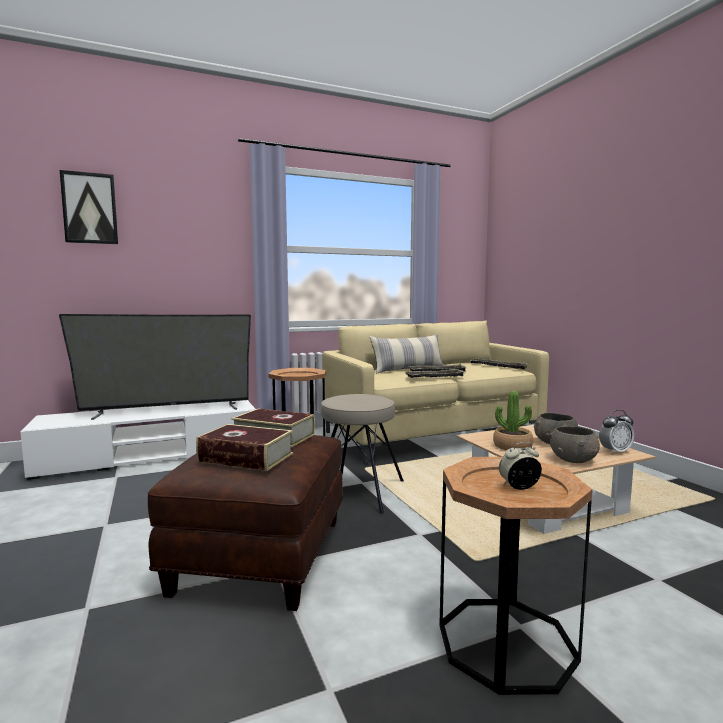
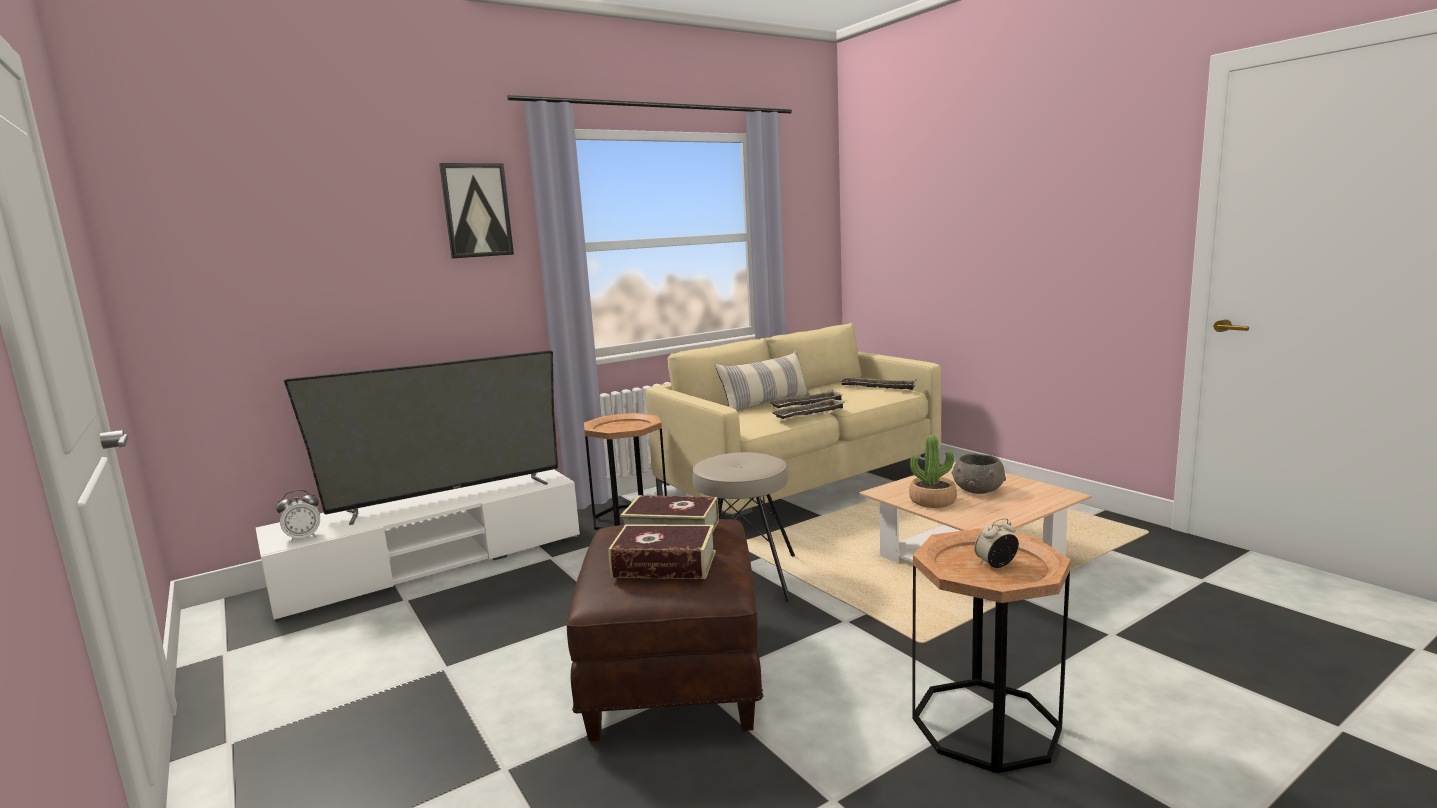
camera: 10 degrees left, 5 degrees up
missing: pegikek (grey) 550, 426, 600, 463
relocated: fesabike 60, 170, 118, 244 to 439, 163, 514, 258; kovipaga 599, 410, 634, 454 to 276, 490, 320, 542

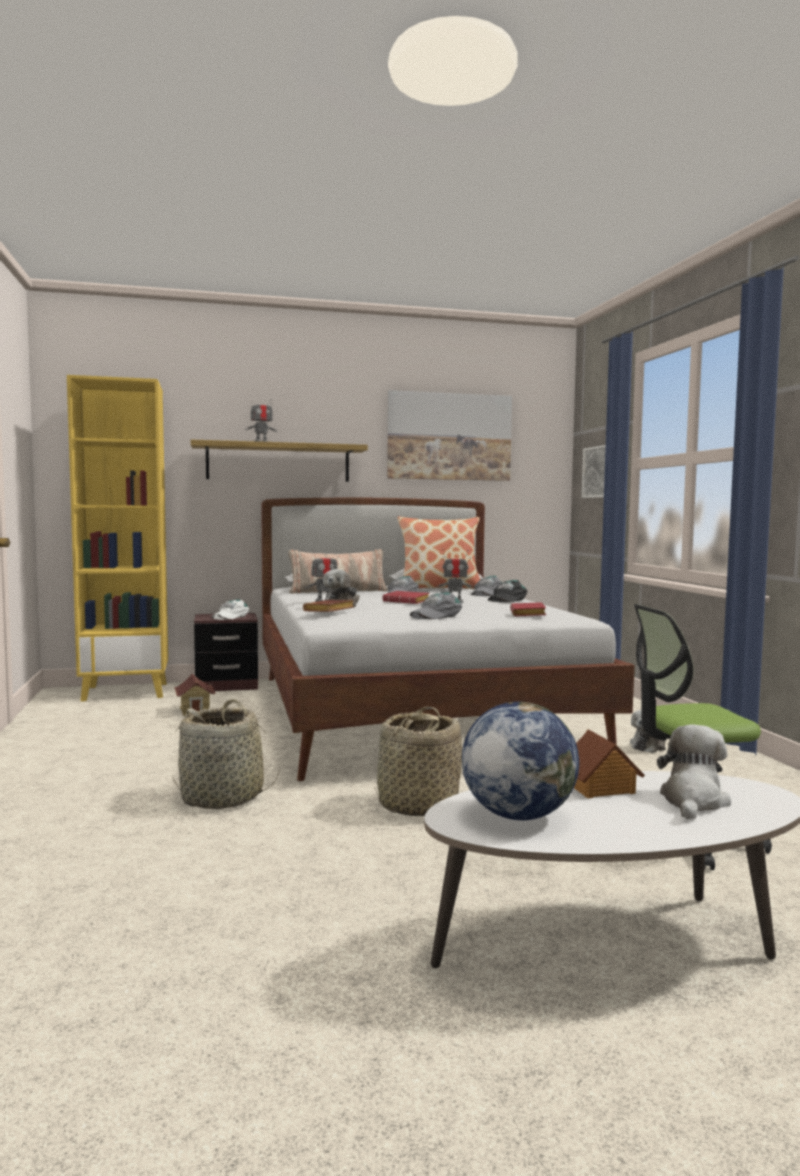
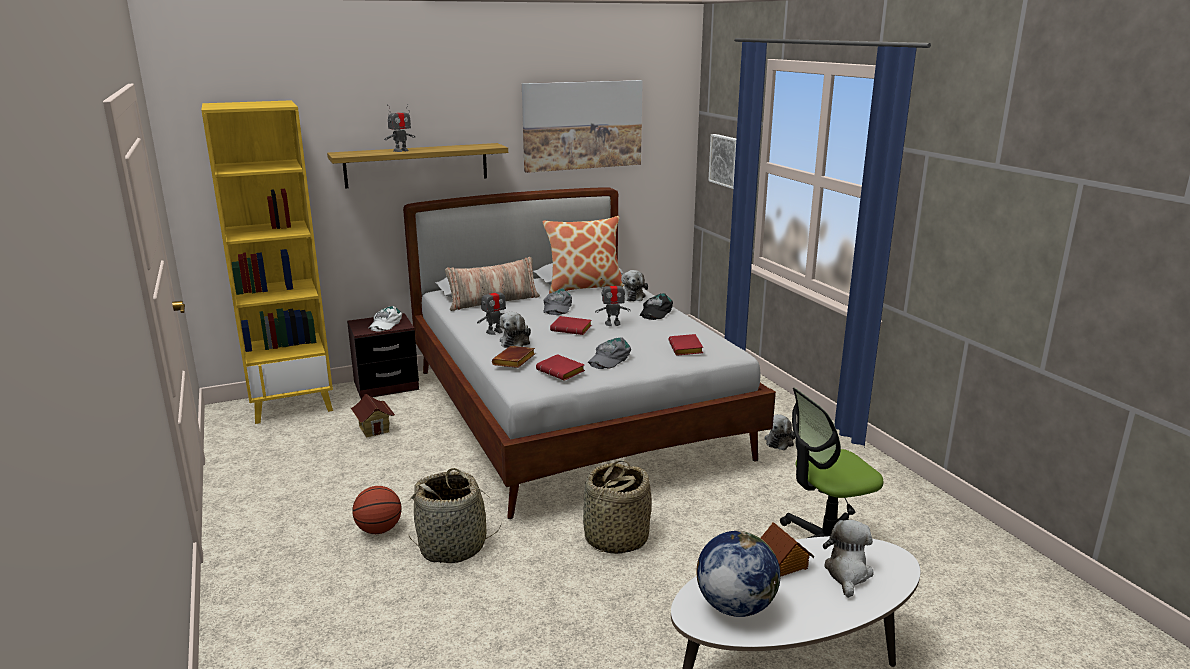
camera: 10 degrees left, 15 degrees up
appeared: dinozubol 352, 486, 401, 534; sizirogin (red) 536, 354, 585, 381
exchanged: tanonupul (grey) 471, 576, 502, 596 to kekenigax 621, 270, 648, 301

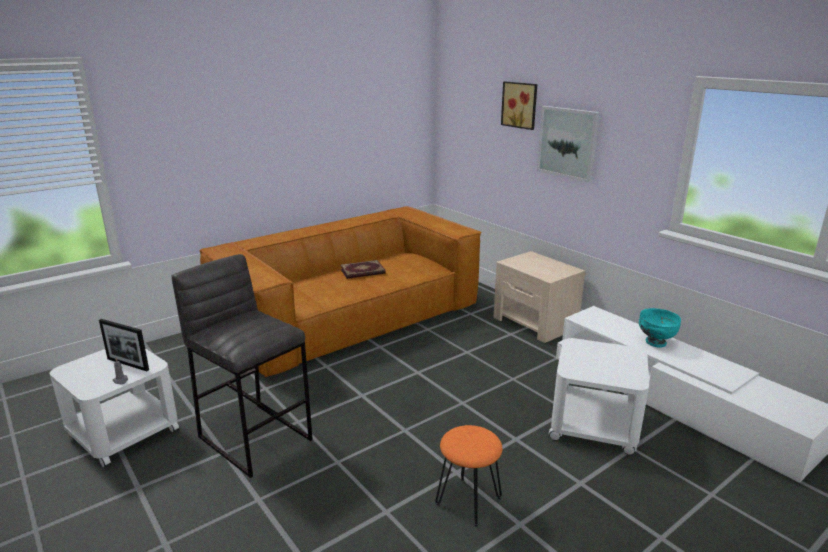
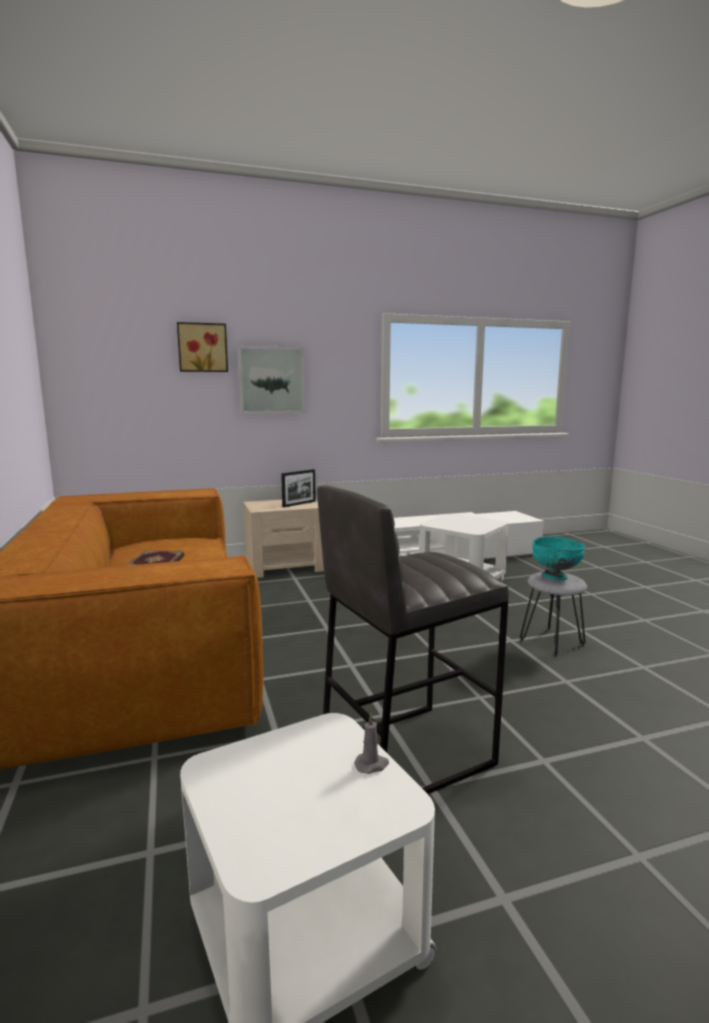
camera: 70 degrees left, 10 degrees down
relocated: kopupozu 99, 319, 149, 371 to 281, 469, 316, 507; pegikek (turquoise) 639, 308, 681, 347 to 533, 536, 585, 581
colour: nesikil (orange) 435, 425, 502, 527 to nesikil (grey) 520, 572, 587, 657

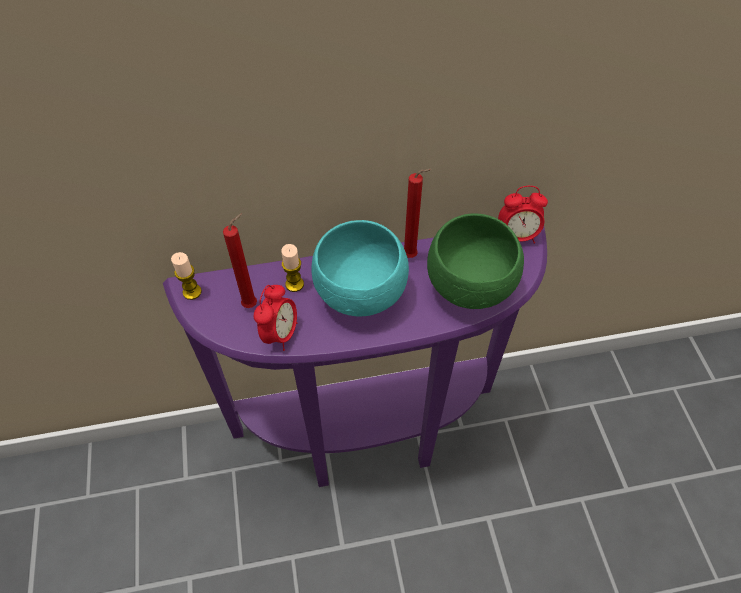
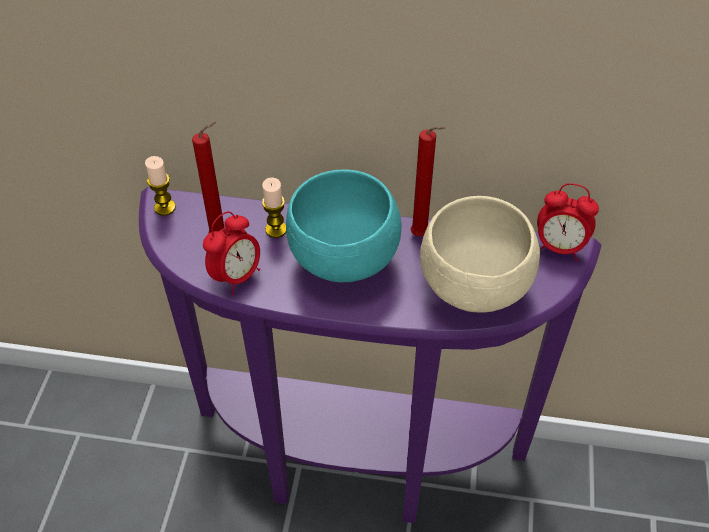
camera: 20 degrees right, 5 degrees down
colour: pegikek (green) 427, 213, 524, 309 to pegikek (beige) 420, 196, 540, 312

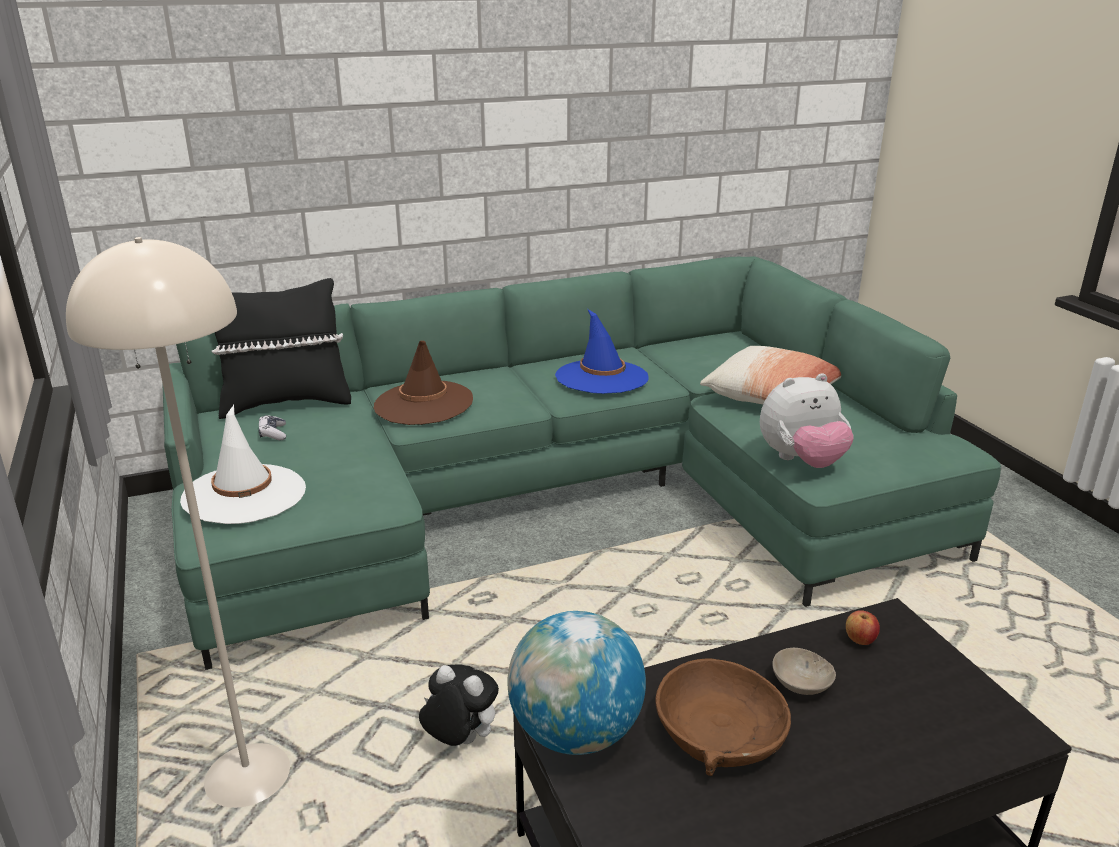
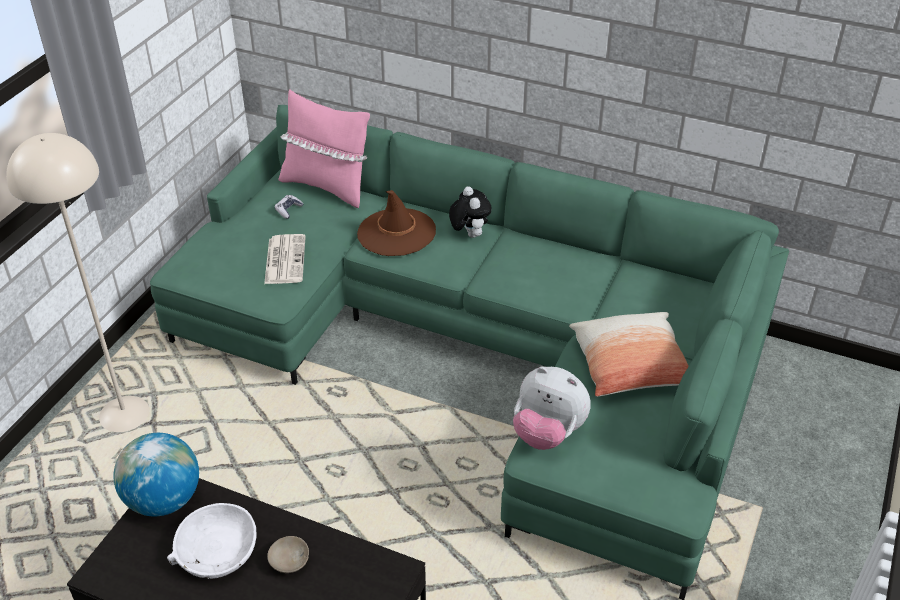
camera: 45 degrees right, 15 degrees up
missing: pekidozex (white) 180, 405, 306, 524; pekidozex (blue) 555, 309, 649, 394; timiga 846, 610, 880, 645
appeared: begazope 264, 234, 306, 284
relocated: kekenigax 419, 665, 499, 746 to 449, 186, 492, 238
colour: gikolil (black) 211, 278, 351, 419 to gikolil (pink) 279, 89, 370, 208; pegikek (brown) 655, 659, 791, 776 to pegikek (white) 167, 503, 257, 579

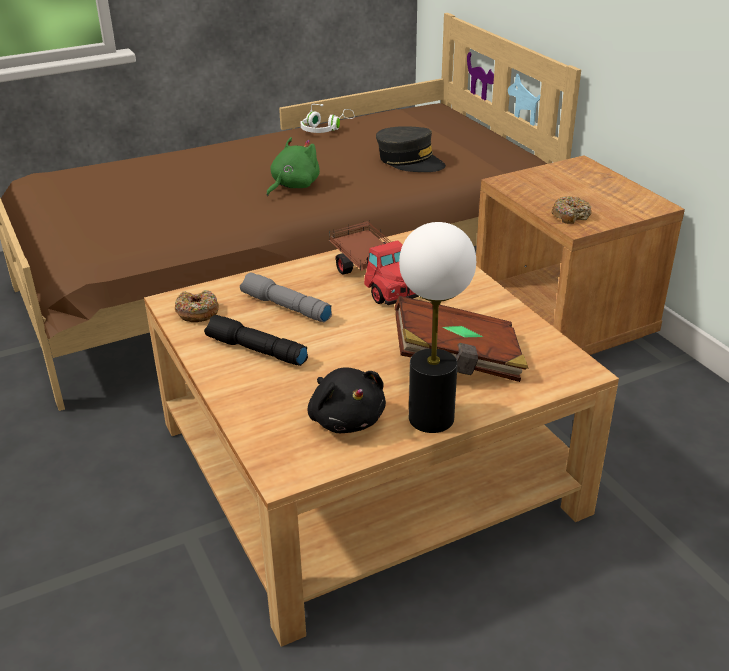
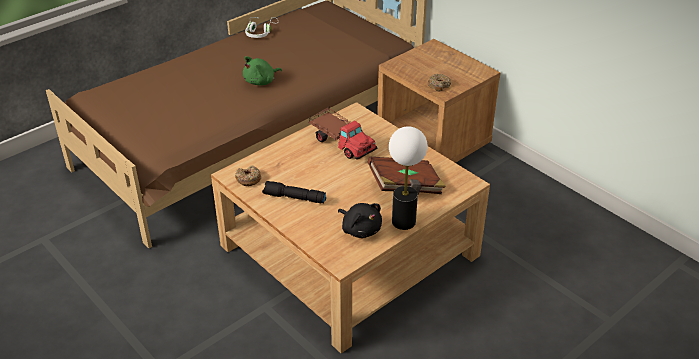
camera: 15 degrees left, 5 degrees up
missing: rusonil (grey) 240, 273, 332, 322; tanonupul (grey) 376, 126, 446, 172
spun: kekenigax (green) 266, 137, 320, 196 = 243, 56, 282, 85 150 degrees counterclockwise

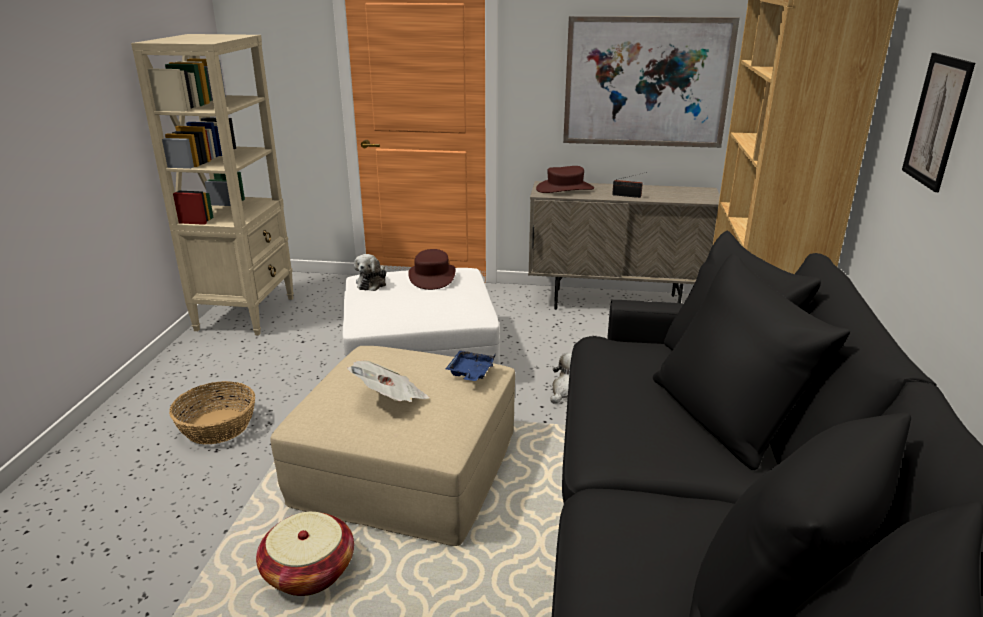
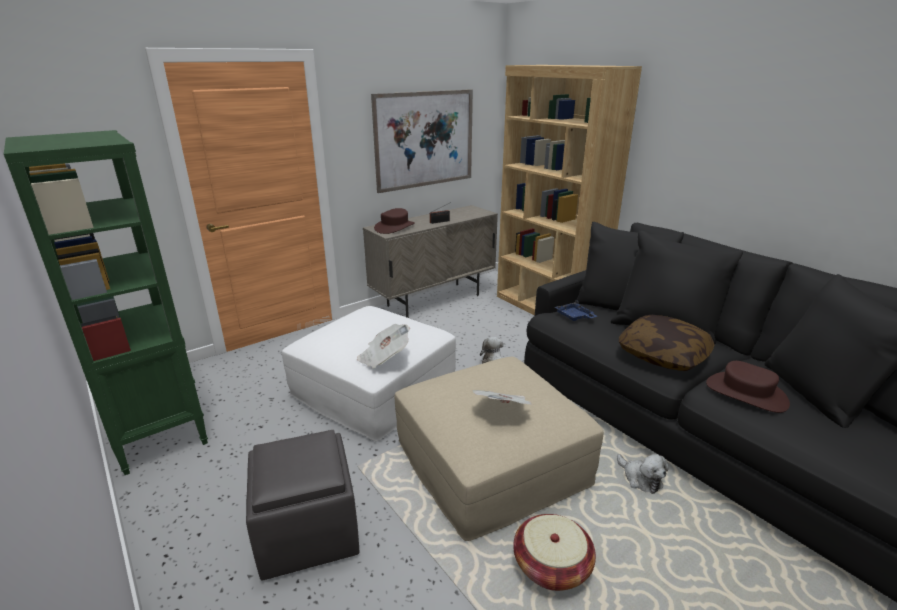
camera: 45 degrees left, 0 degrees up
missing: fesabike 902, 53, 975, 192
appeared: begazope 357, 324, 410, 369; gikolil 619, 315, 714, 371
relocated: kekenigax 354, 254, 386, 291 to 617, 454, 669, 494; pekidozex (brown) 408, 249, 455, 290 to 706, 361, 790, 413; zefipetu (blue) 446, 350, 496, 381 to 555, 300, 597, 321
exchanged: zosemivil 169, 381, 255, 444 to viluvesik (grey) 246, 430, 360, 581
colour: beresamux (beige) 131, 34, 294, 336 to beresamux (green) 4, 130, 208, 475

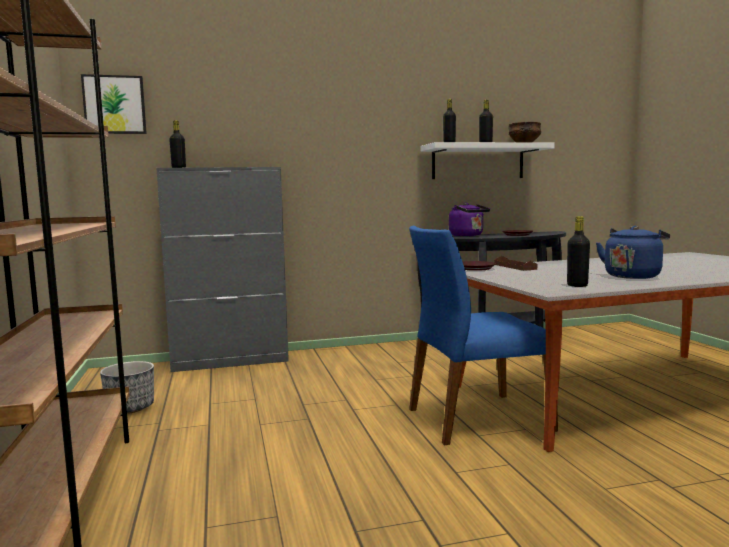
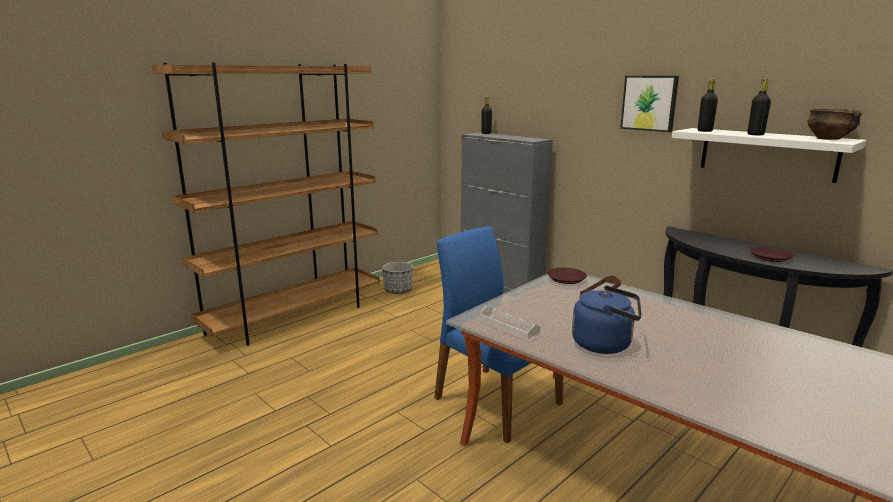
camera: 60 degrees right, 10 degrees up
missing: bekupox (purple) 449, 203, 490, 237
relocated: fesabike 81, 74, 147, 134 to 620, 76, 679, 132
exchanged: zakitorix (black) 567, 216, 590, 287 to zefipetu (white) 480, 306, 541, 338

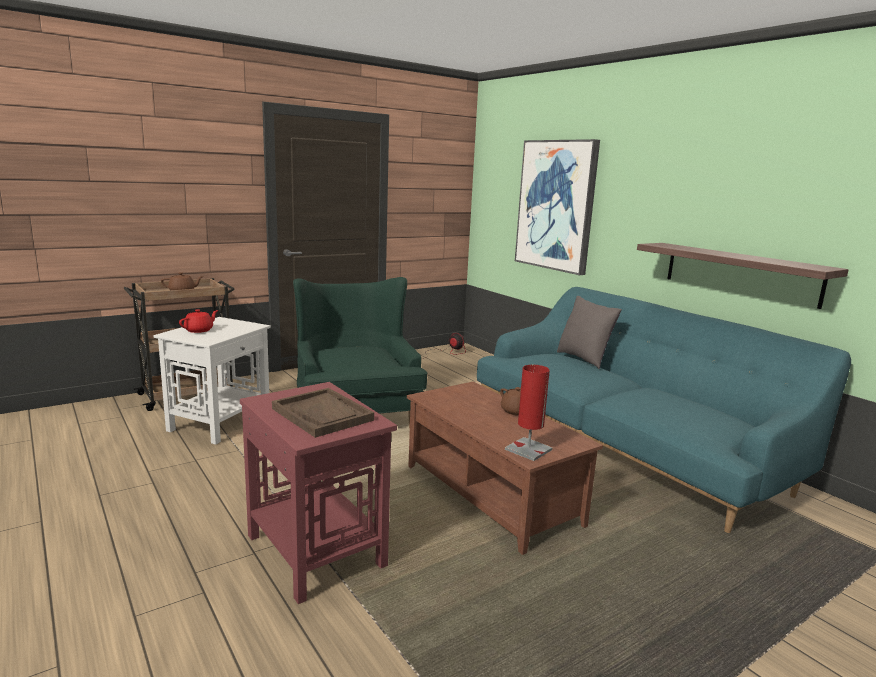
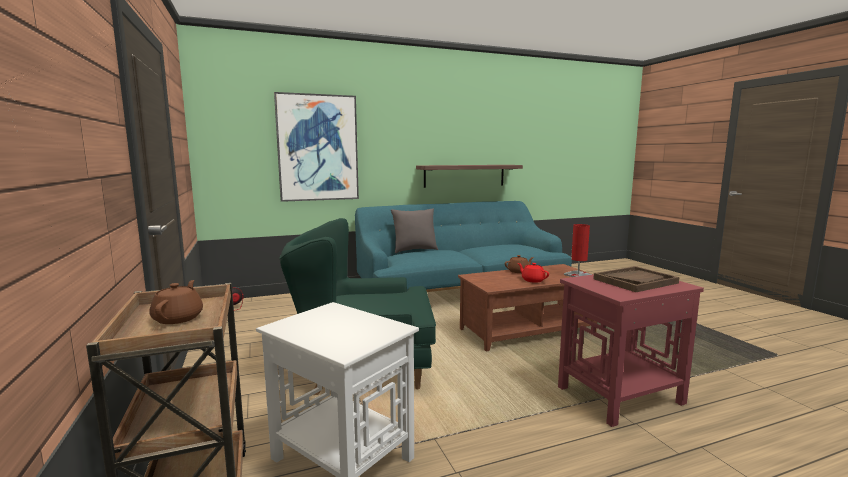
camera: 75 degrees left, 5 degrees down
relocated: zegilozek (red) 179, 309, 218, 333 to 518, 263, 549, 283

